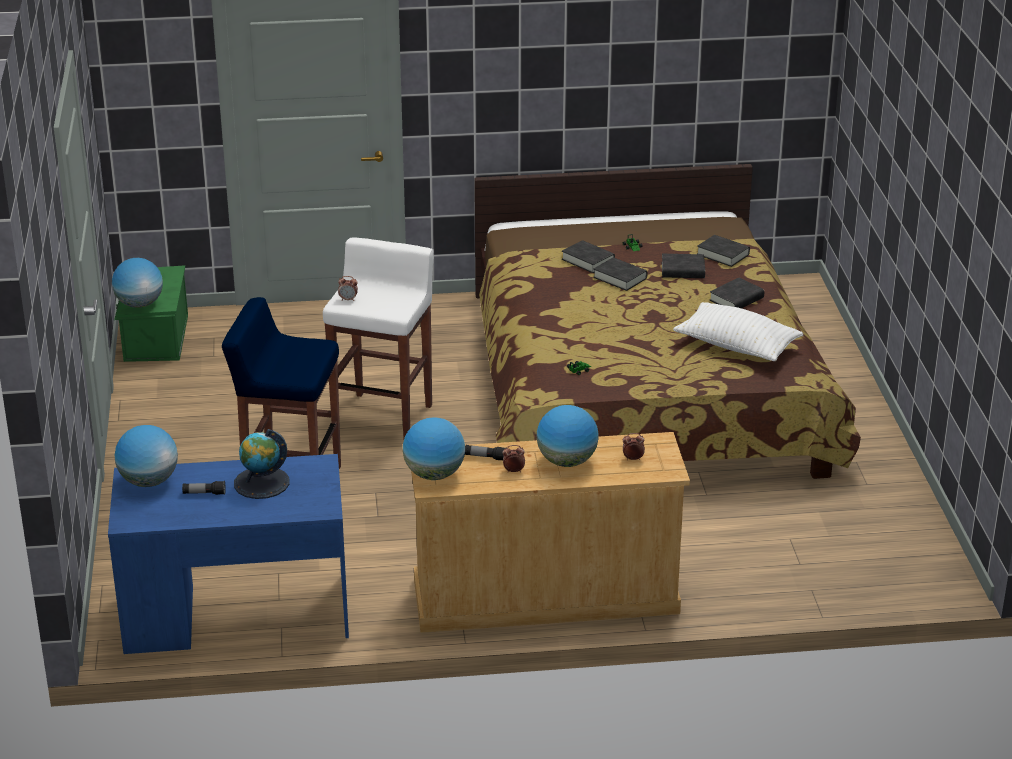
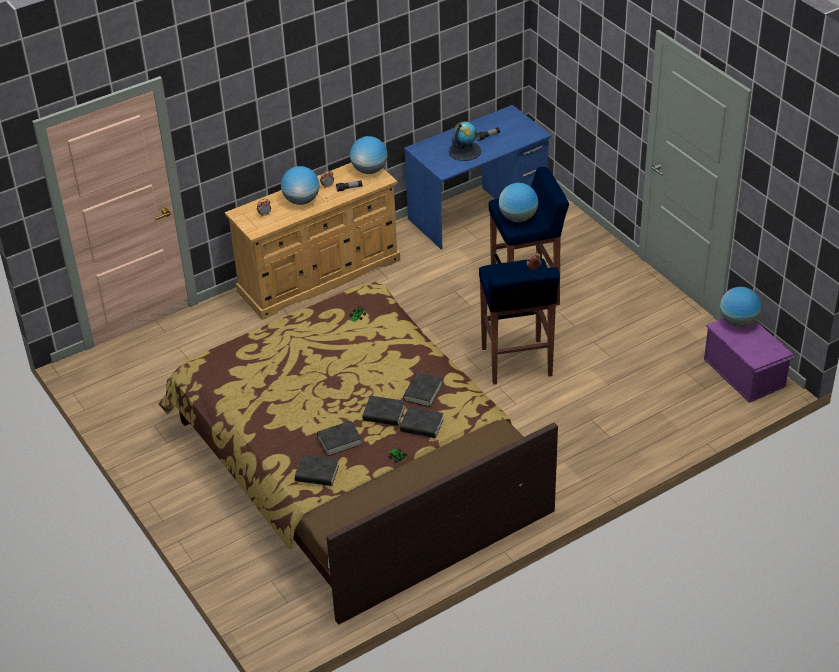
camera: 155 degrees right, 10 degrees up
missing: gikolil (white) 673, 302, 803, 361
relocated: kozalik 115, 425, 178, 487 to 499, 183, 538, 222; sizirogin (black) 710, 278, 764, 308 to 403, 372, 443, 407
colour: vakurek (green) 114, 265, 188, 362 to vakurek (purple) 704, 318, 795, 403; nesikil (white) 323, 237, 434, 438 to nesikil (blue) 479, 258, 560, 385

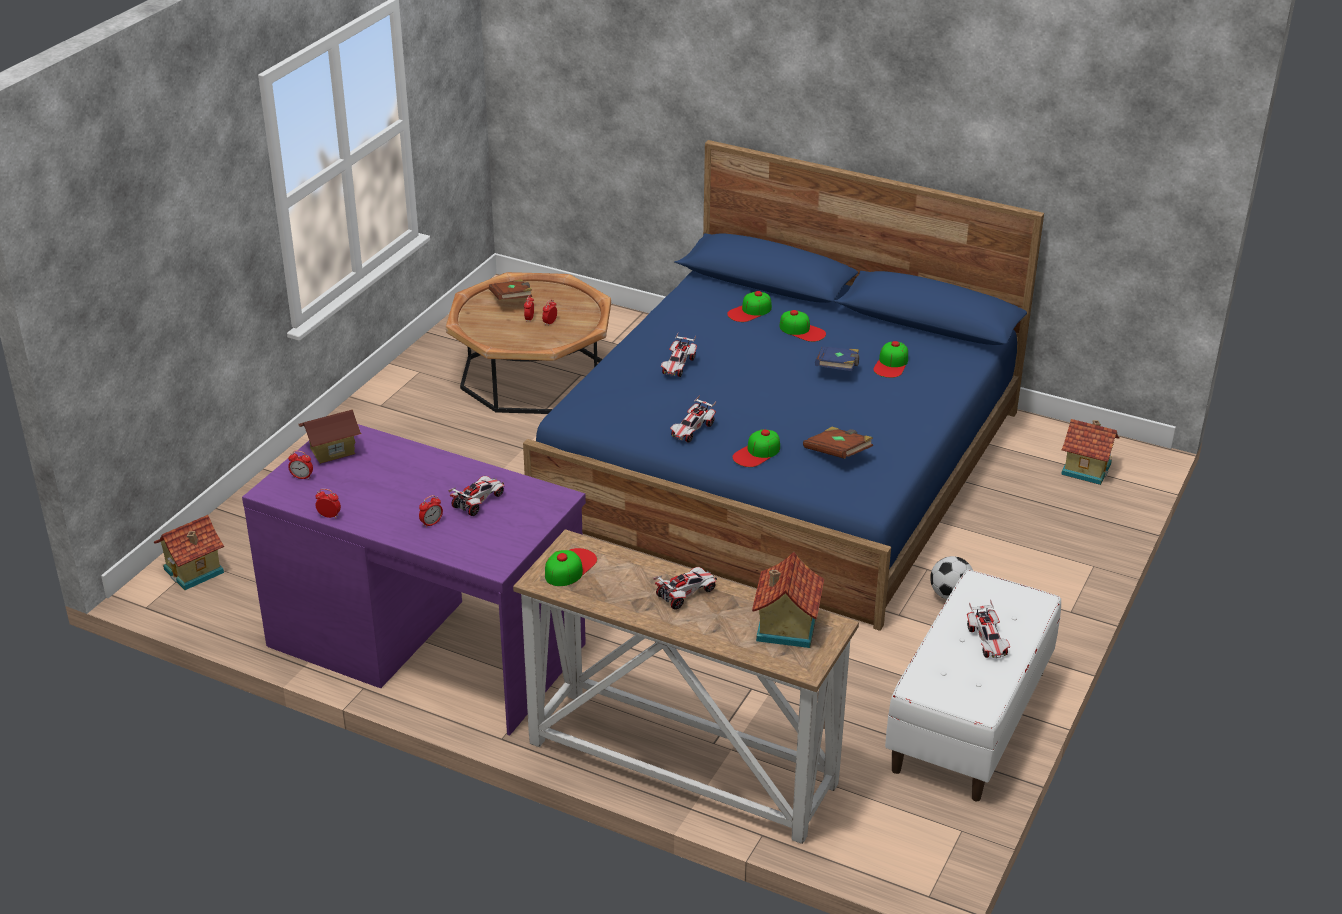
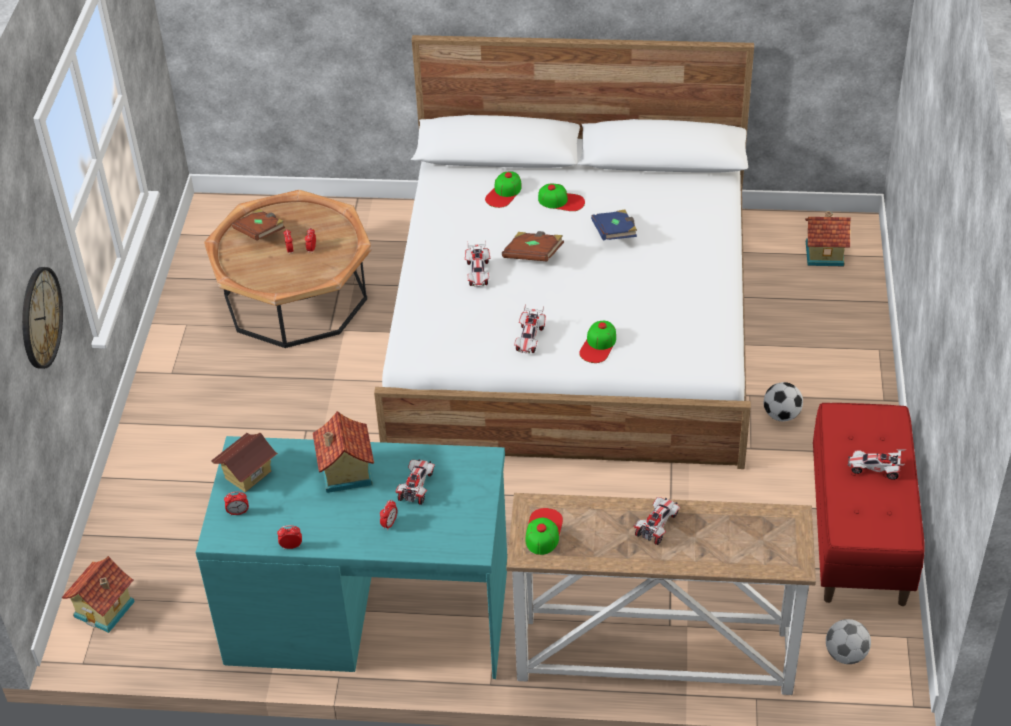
camera: 20 degrees left, 10 degrees up
missing: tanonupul 873, 341, 908, 378
appeared: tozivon 22, 267, 63, 369; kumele 826, 619, 871, 664
relocated: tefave 752, 552, 824, 648 to 313, 411, 374, 493; sizirogin (brown) 803, 427, 873, 459 to 502, 231, 564, 261
colour: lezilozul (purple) 242, 424, 586, 736 to lezilozul (turquoise) 195, 436, 507, 679; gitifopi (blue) 523, 140, 1044, 631 to gitifopi (white) 374, 35, 754, 469; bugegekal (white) 885, 569, 1061, 801 to bugegekal (red) 813, 403, 924, 606
spun: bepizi 967, 600, 1010, 658 = 848, 449, 906, 480 135 degrees clockwise

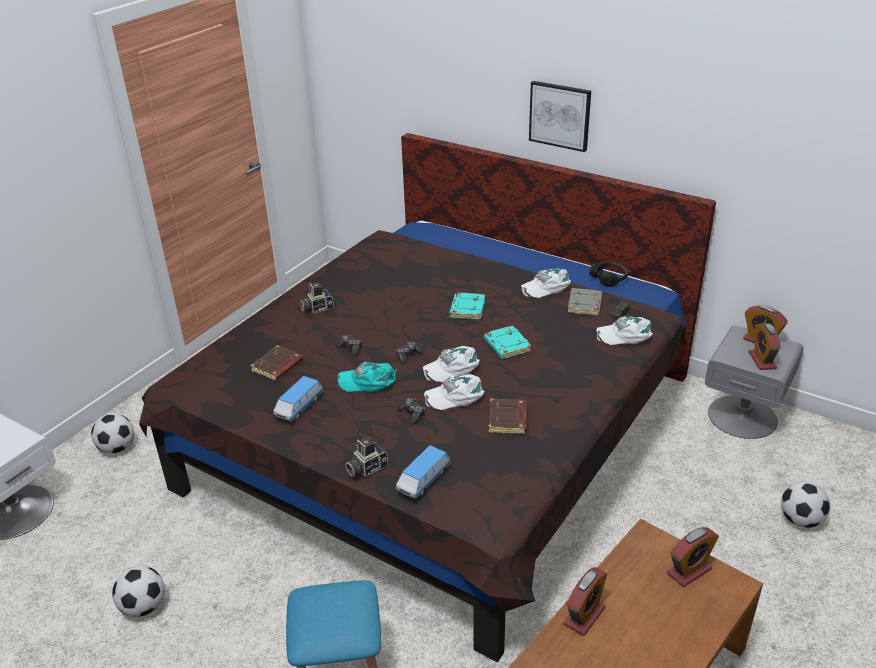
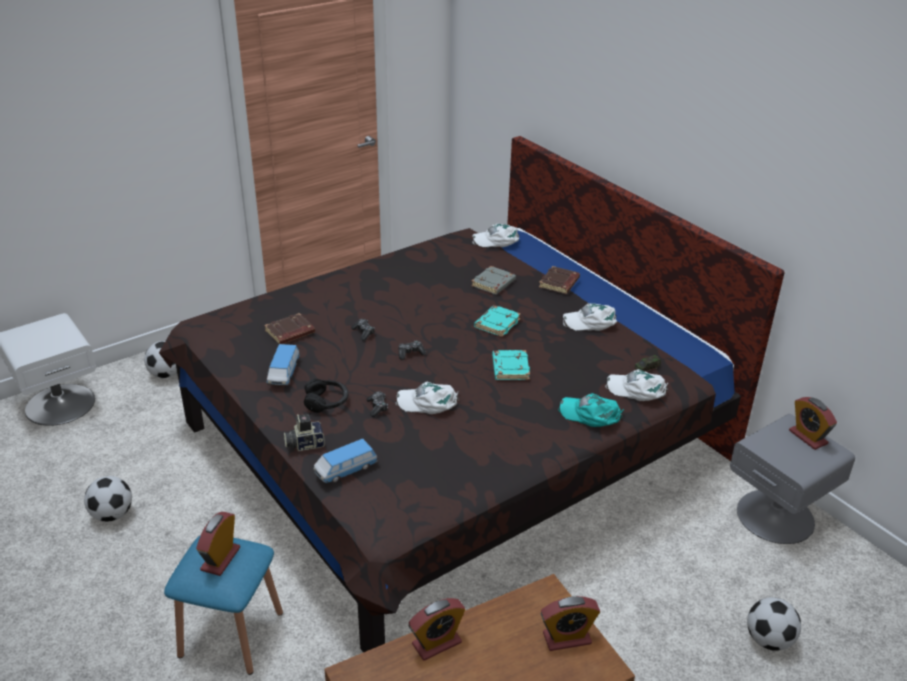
camera: 20 degrees right, 0 degrees up
missing: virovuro 300, 283, 334, 314; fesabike 529, 81, 591, 152
relocated: tanonupul (turquoise) 337, 362, 397, 392 to 558, 393, 624, 427; tanonupul (white) 422, 346, 480, 382 to 472, 224, 519, 248; sizirogin (brown) 488, 399, 527, 434 to 539, 266, 580, 294; sizirogin (grey) 568, 288, 602, 315 to 471, 266, 516, 294; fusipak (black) 589, 262, 628, 287 to 304, 379, 348, 413; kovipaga 749, 323, 781, 370 to 196, 512, 240, 576
spun: bepizi 273, 376, 324, 421 = 266, 344, 300, 386 45 degrees counterclockwise

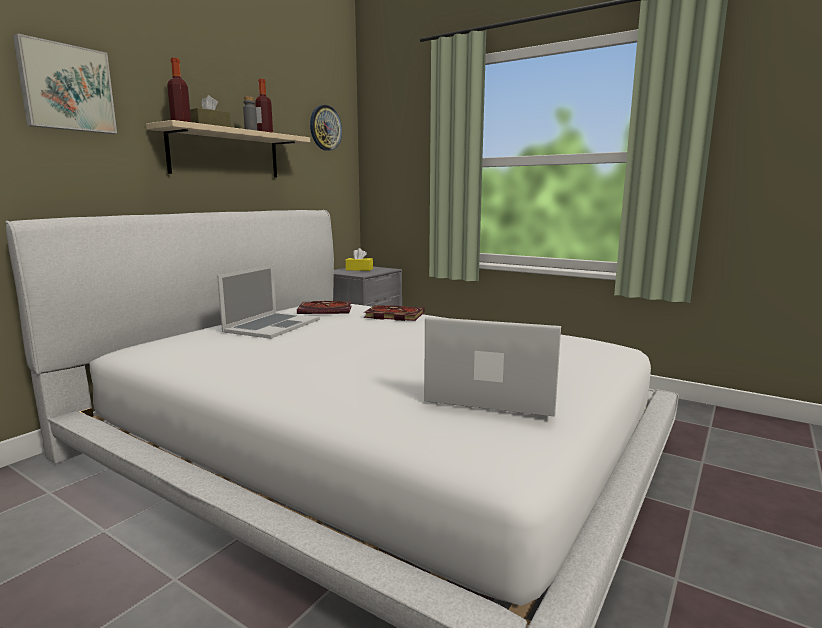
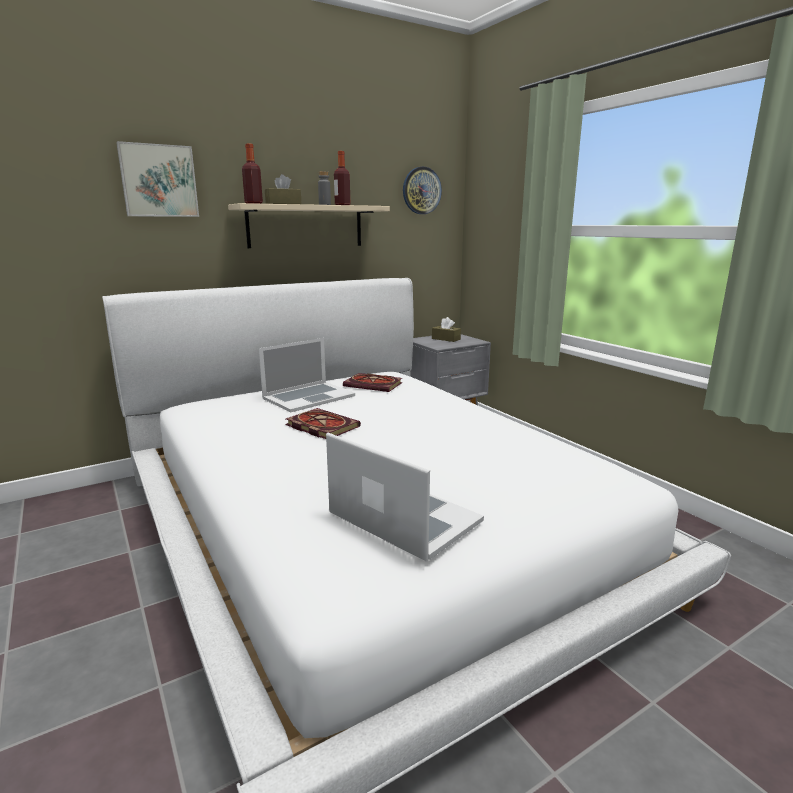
camera: 25 degrees right, 5 degrees up
relocated: sizirogin 364, 305, 425, 321 to 285, 408, 361, 439
colour: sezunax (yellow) 345, 248, 373, 271 to sezunax (brown) 432, 317, 461, 342

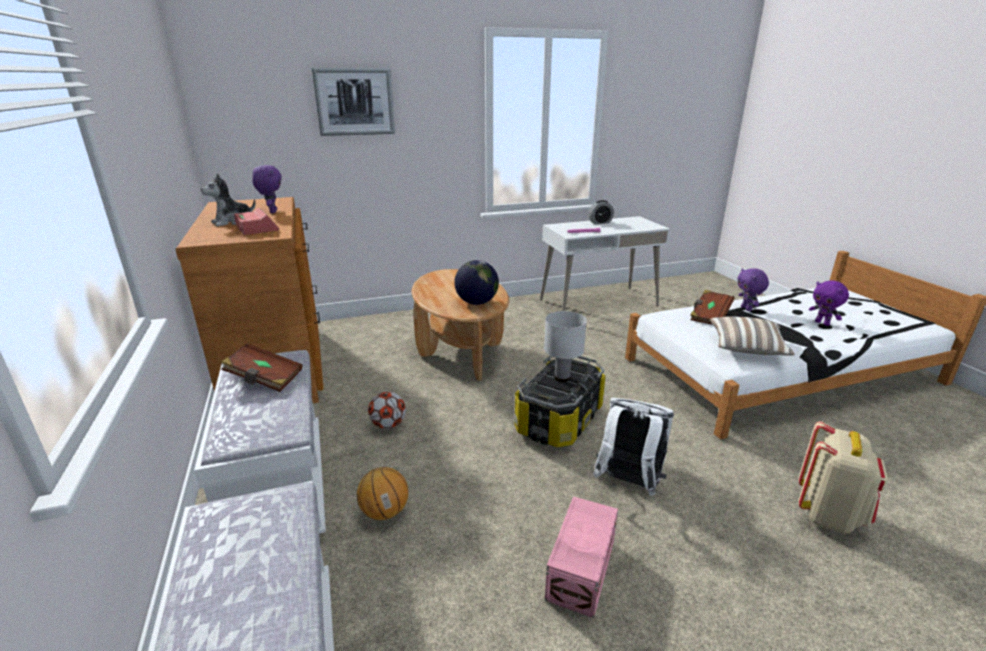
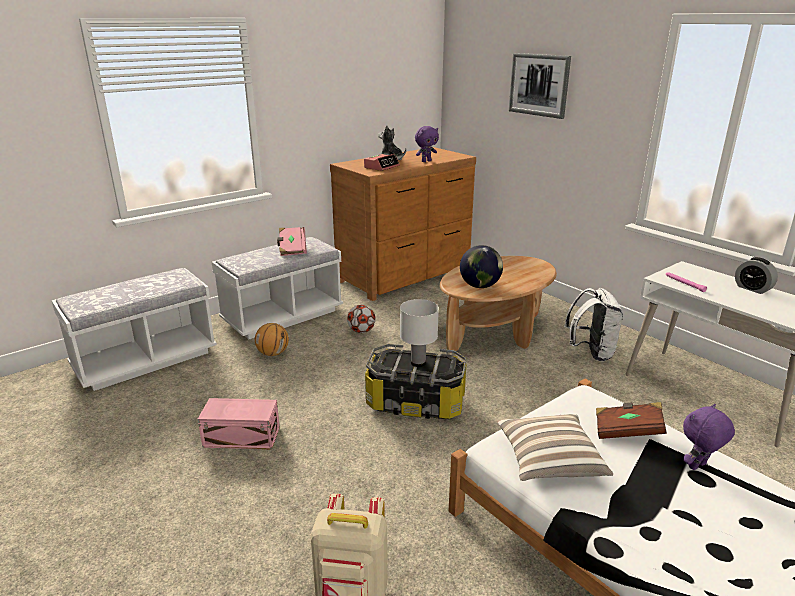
camera: 70 degrees right, 0 degrees up
missing: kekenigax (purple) 809, 280, 849, 326
relocated: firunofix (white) 593, 398, 674, 495 to 564, 288, 623, 361
colour: sizirogin (brown) 221, 344, 302, 392 to sizirogin (pink) 277, 227, 307, 256

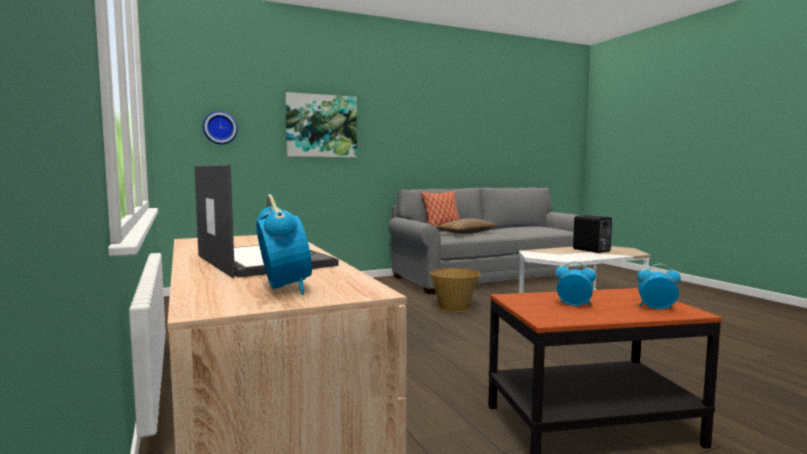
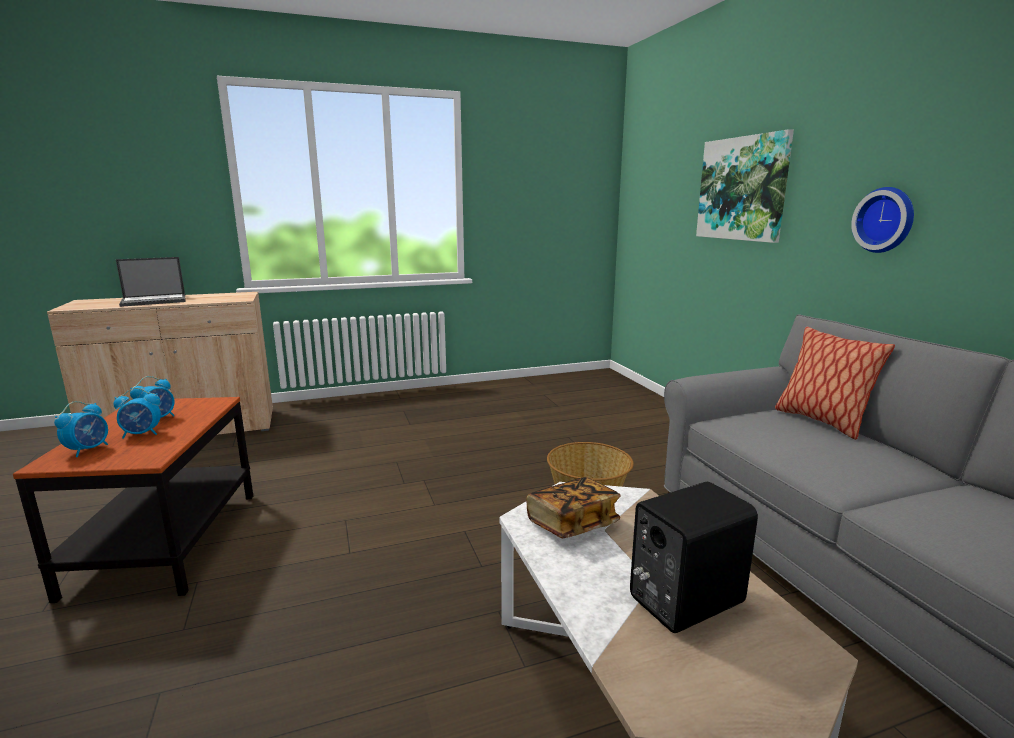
camera: 95 degrees right, 10 degrees up
missing: gikolil (brown) 435, 219, 497, 234
appeared: sizirogin 526, 477, 621, 538
relocated: tozivon 203, 111, 238, 144 to 851, 187, 914, 253; kovipaga 256, 194, 312, 295 to 113, 388, 161, 439

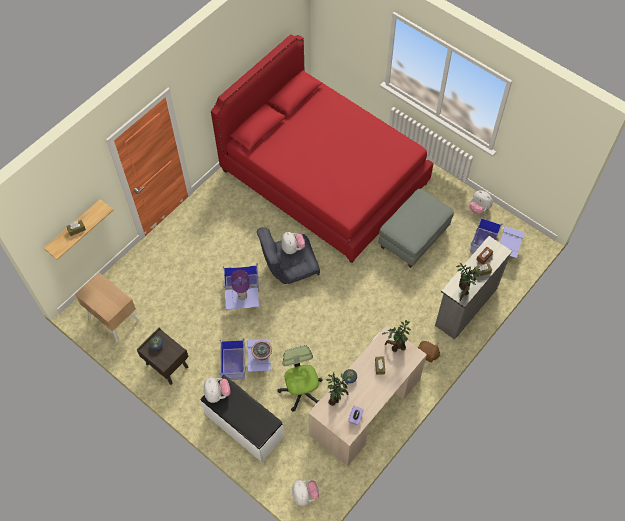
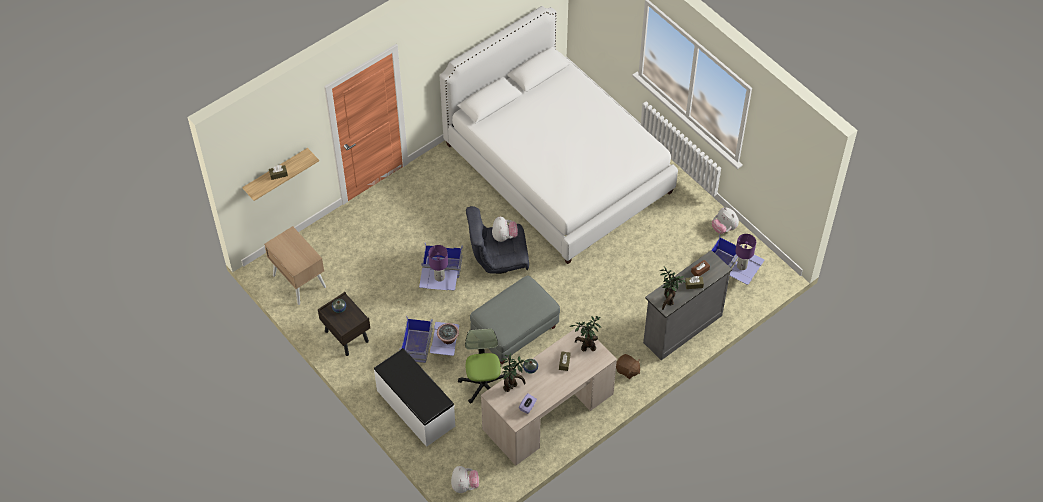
camera: 10 degrees right, 5 degrees down
missing: kekenigax 204, 377, 230, 403
appeared: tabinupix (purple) 735, 234, 756, 270
relocated: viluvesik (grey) 378, 189, 454, 268 to 470, 276, 560, 365
colour: gitifopi (red) 211, 34, 433, 263 to gitifopi (white) 440, 6, 678, 264

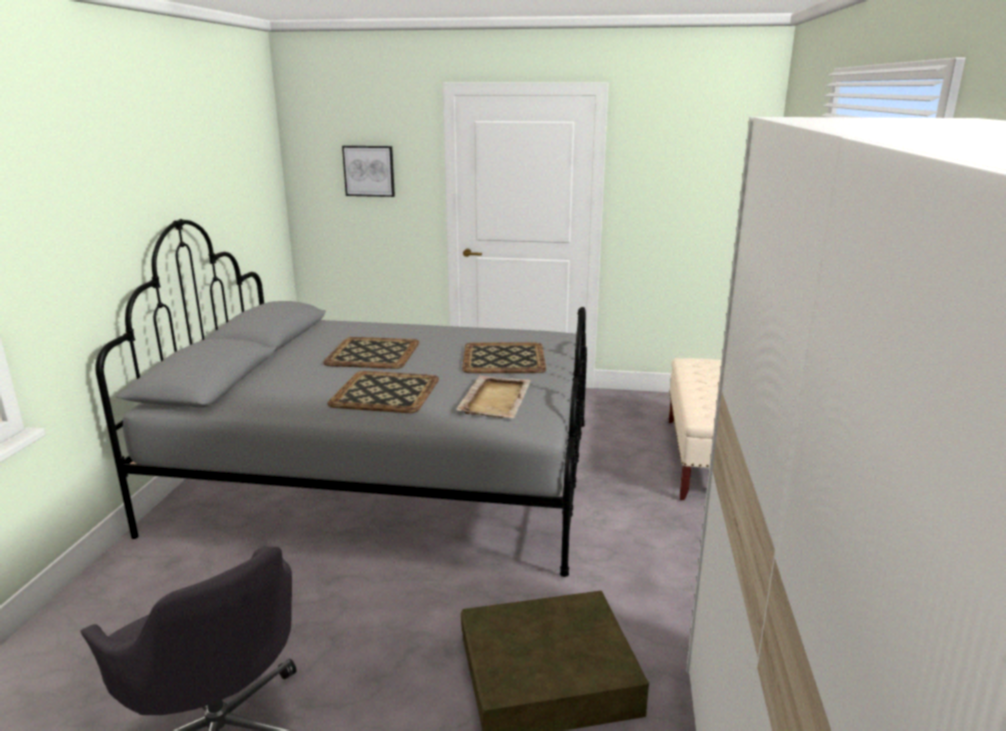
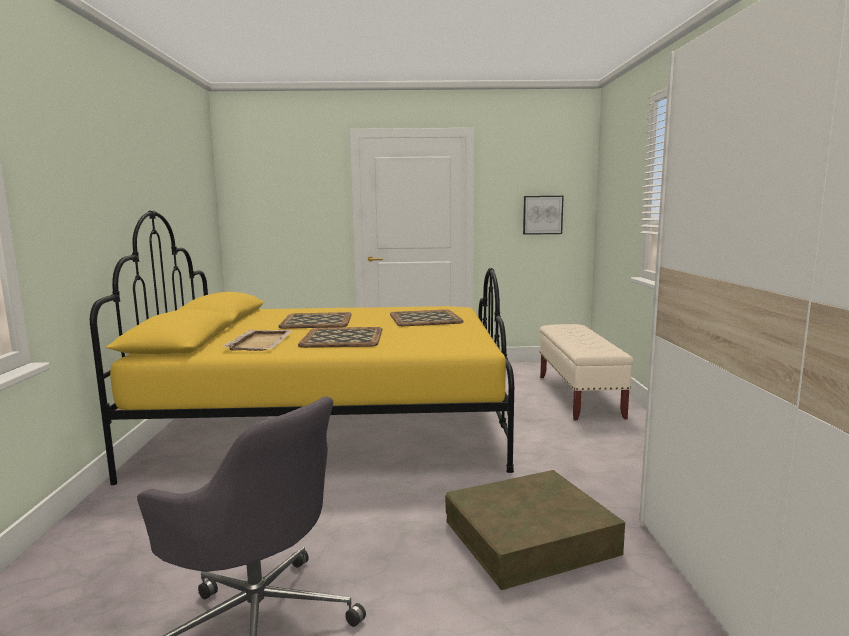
camera: 10 degrees left, 10 degrees down
relocated: fesabike 342, 146, 395, 197 to 523, 196, 563, 235; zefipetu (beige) 456, 375, 531, 418 to 222, 330, 293, 351
colour: gitifopi (grey) 95, 219, 587, 577 to gitifopi (yellow) 90, 211, 514, 485

